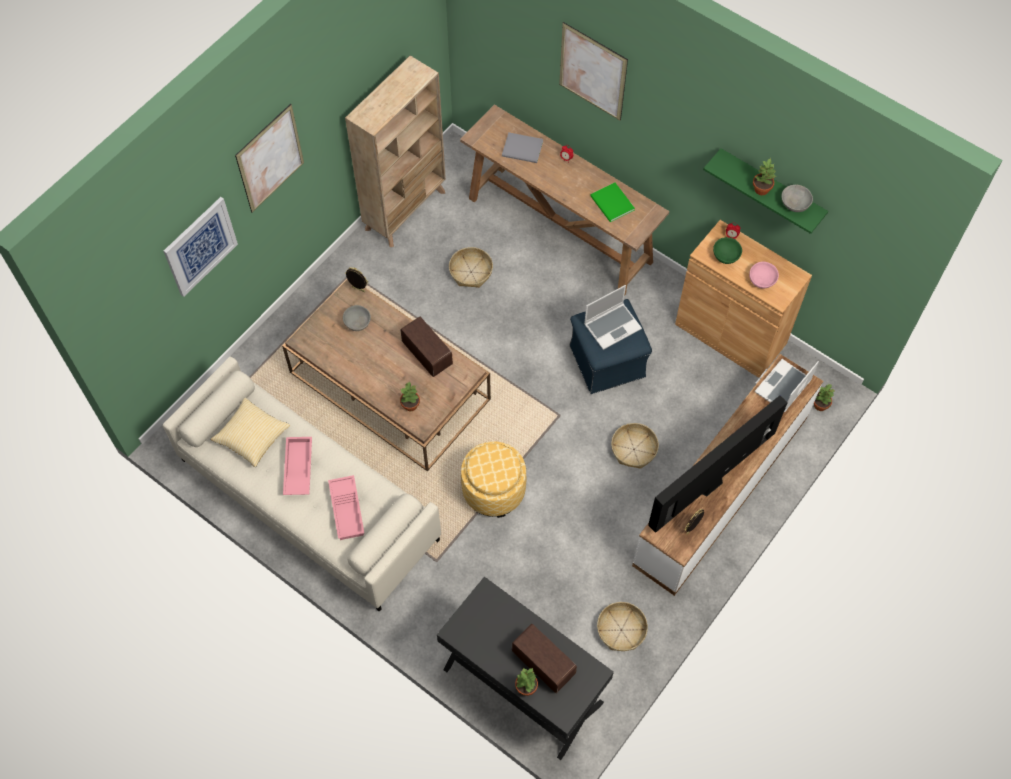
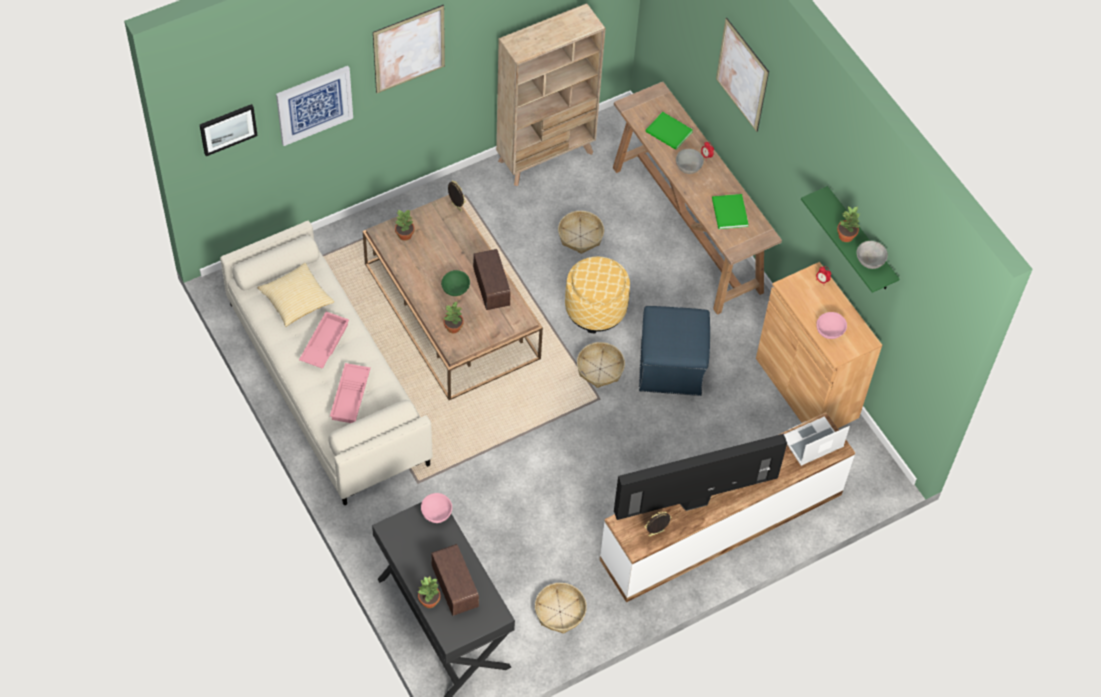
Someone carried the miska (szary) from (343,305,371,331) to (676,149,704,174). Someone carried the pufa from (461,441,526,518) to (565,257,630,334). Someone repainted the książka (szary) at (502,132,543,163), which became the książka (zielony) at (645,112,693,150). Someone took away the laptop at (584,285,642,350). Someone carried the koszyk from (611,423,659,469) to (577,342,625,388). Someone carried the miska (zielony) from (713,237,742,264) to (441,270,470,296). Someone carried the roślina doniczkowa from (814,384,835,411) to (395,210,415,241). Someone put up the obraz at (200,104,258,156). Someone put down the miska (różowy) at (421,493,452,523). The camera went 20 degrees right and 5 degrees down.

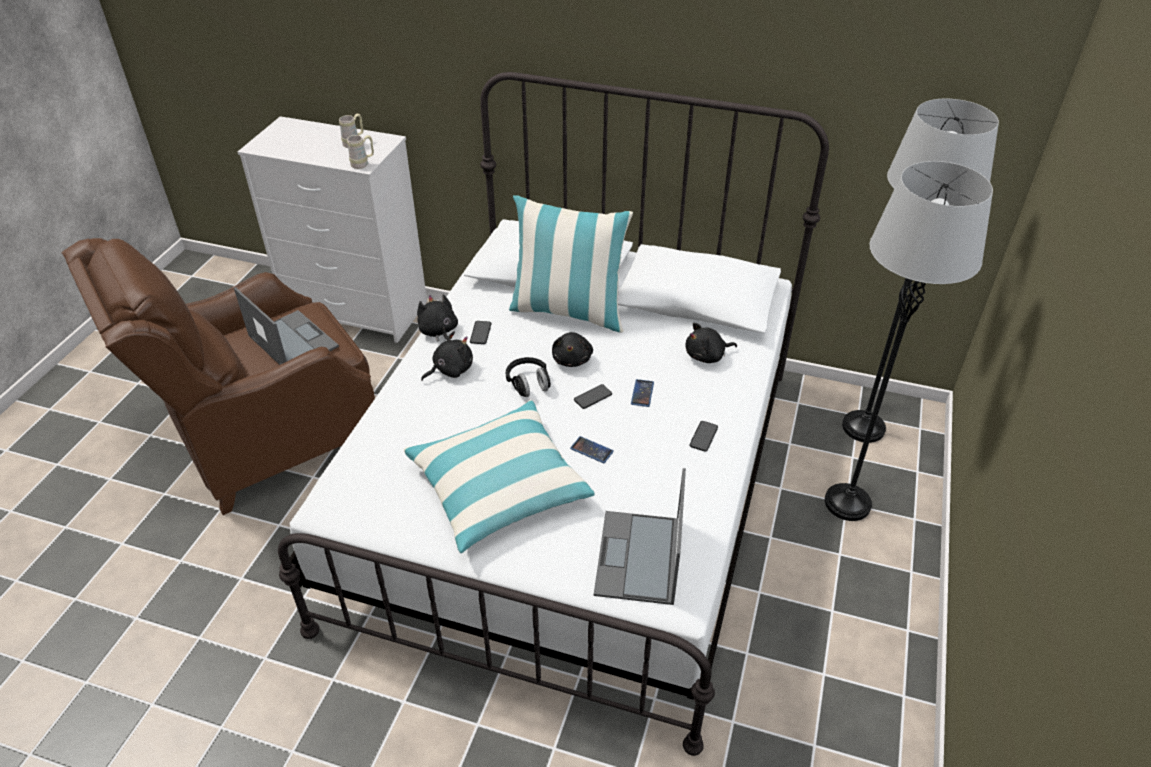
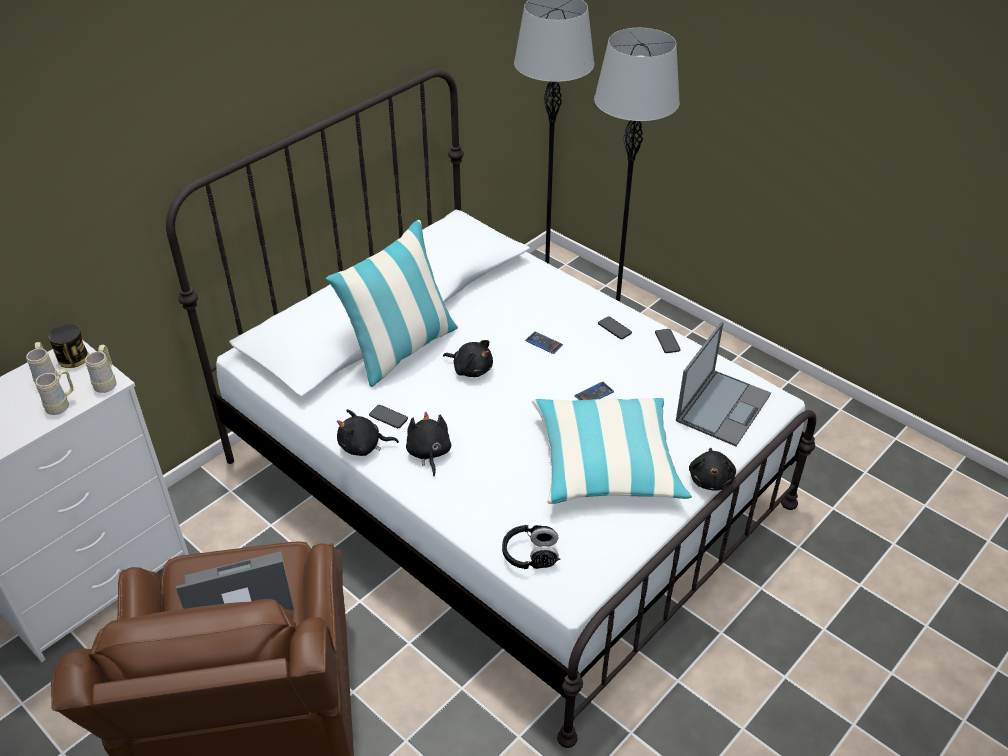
Someone carried the słuchawki (czarny) from (506,357,551,397) to (502,525,560,569). Someone carried the telefon from (574,384,612,409) to (655,329,680,353). Someone rotated the laptop at (594,468,686,605) by 90 degrees counterclockwise. Someone carried the pluszak (czarny) from (685,323,737,363) to (689,448,736,491). Someone put down the kubek (beżowy) at (36,369,74,415). Someone put down the puszka at (49,324,89,368). The camera went 65 degrees left and 0 degrees up.

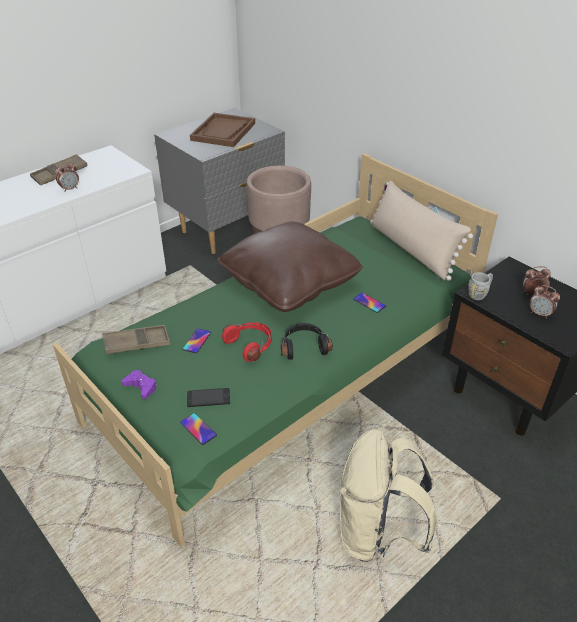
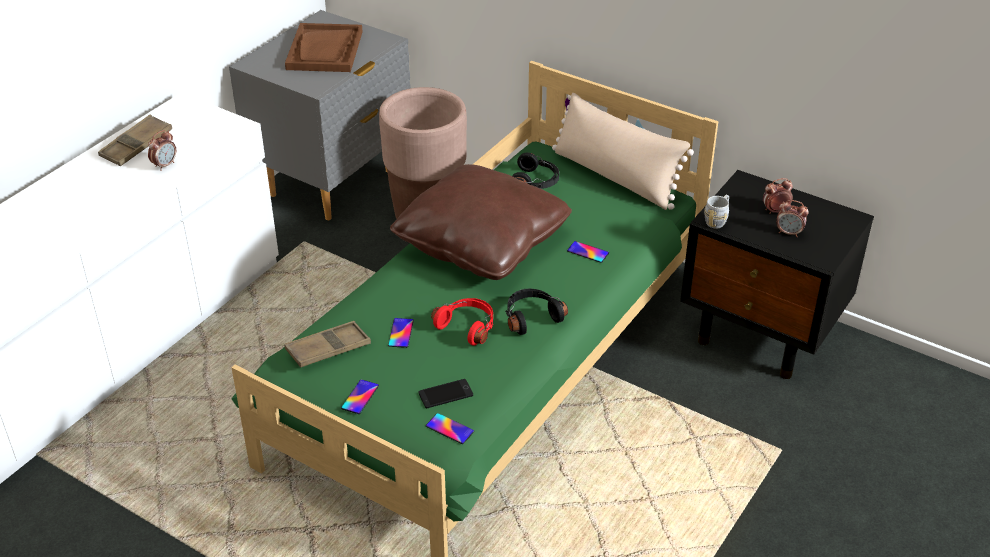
Someone swapped the pad do gier (fioletowy) at (122,370,157,399) for the telefon at (341,380,379,414). Someone took away the plecak (beżowy) at (340,430,437,562). Someone put down the słuchawki (czarny) at (512,152,559,189). The camera went 15 degrees left and 0 degrees up.

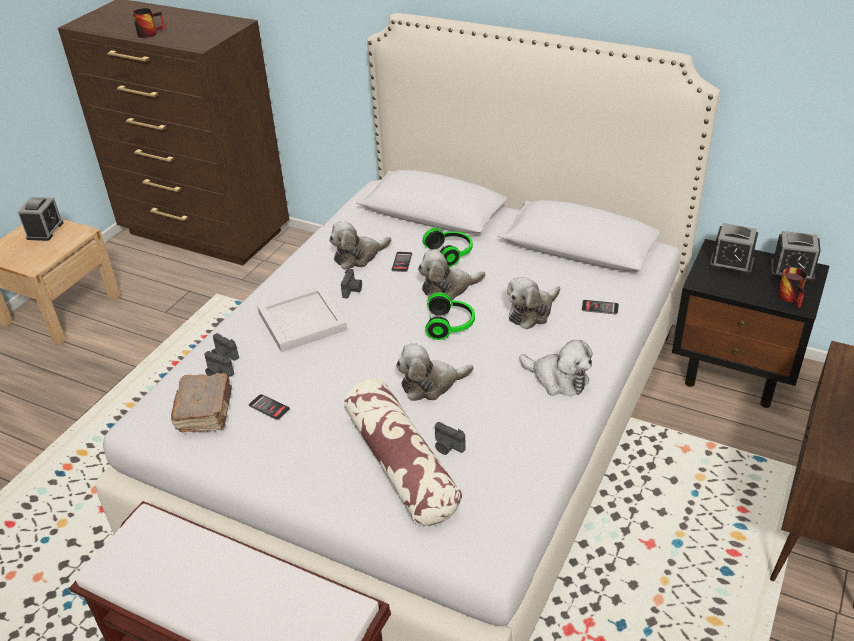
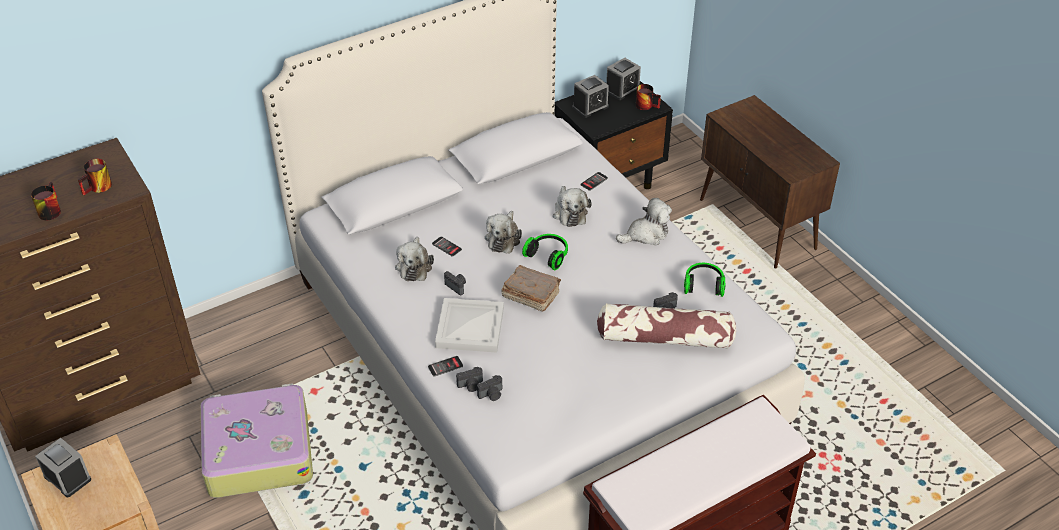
Someone carried the książka (brązowy) from (171,373,232,432) to (501,265,561,311). Someone carried the telefon from (249,394,290,420) to (428,356,463,377). Someone took away the pluszak at (396,343,474,401). Someone carried the słuchawki from (423,228,473,267) to (684,263,726,297). Someone put down the kubek at (78,159,112,195). Someone put down the walizka at (200,383,313,498). The camera went 60 degrees left and 5 degrees up.

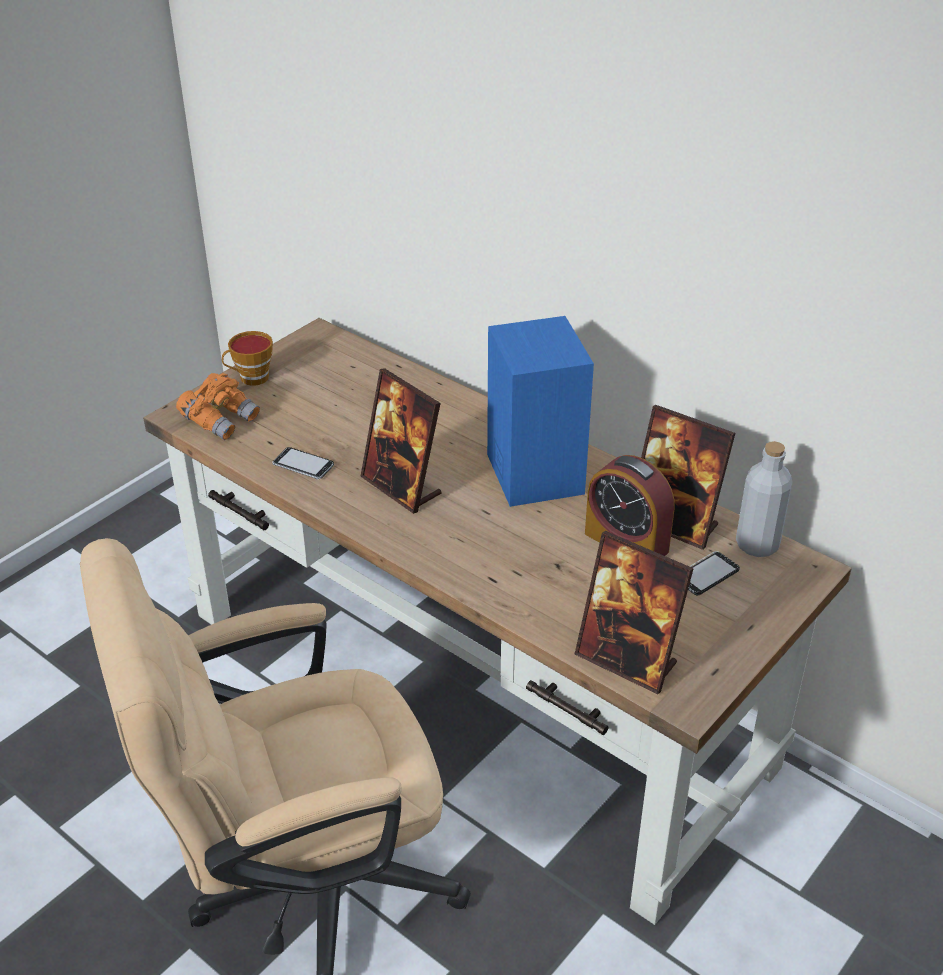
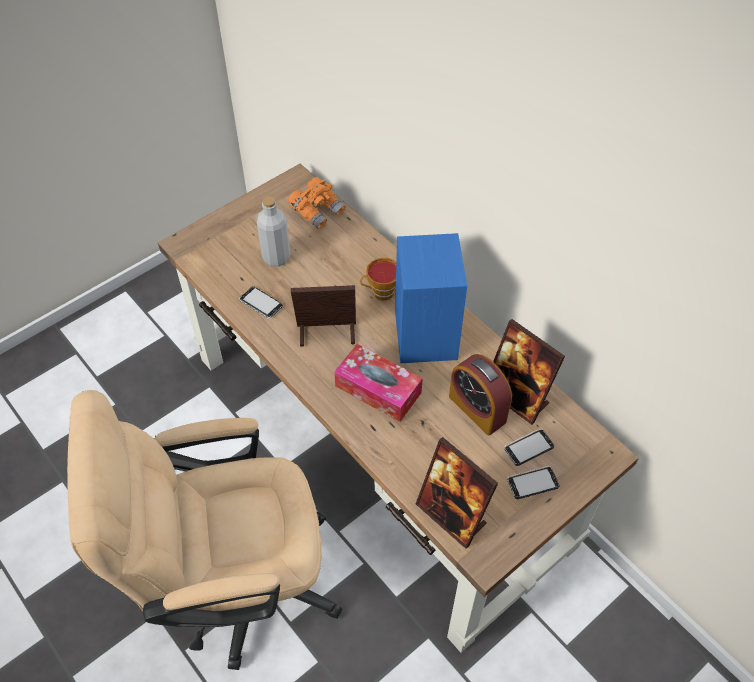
Someone carried the lornetka (pomarańczowy) from (176,373,260,440) to (288,177,345,229). Someone carried the filiżanka from (222,331,273,386) to (360,258,396,301). Someone rotated the ramka na zdjęcie at (361,368,442,514) by 120 degrees clockwise. Someone carried the butelka (szary) from (736,441,793,557) to (257,196,290,267). Someone put down the pudełko chusteczek at (334,344,423,422). Someone put down the telefon at (507,466,559,499). The camera went 10 degrees right and 15 degrees up.

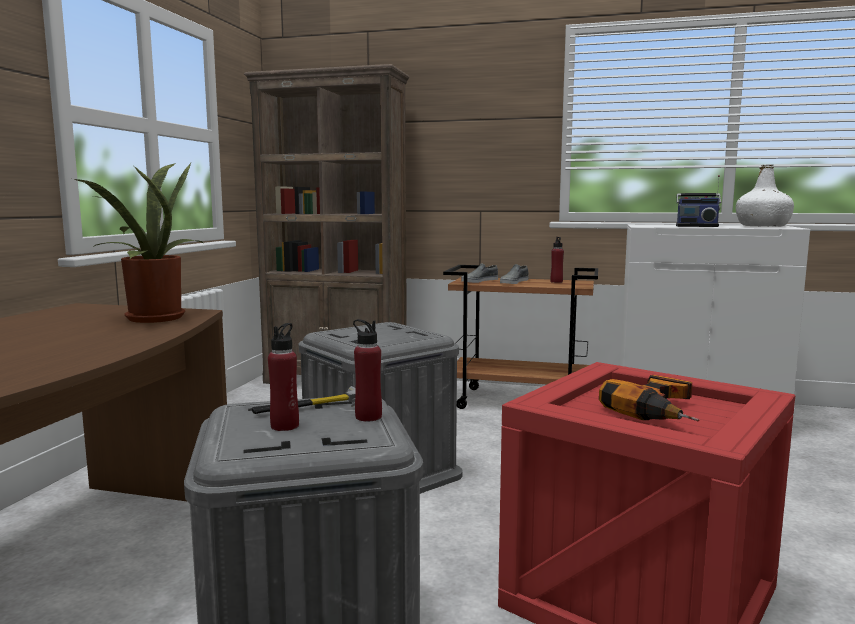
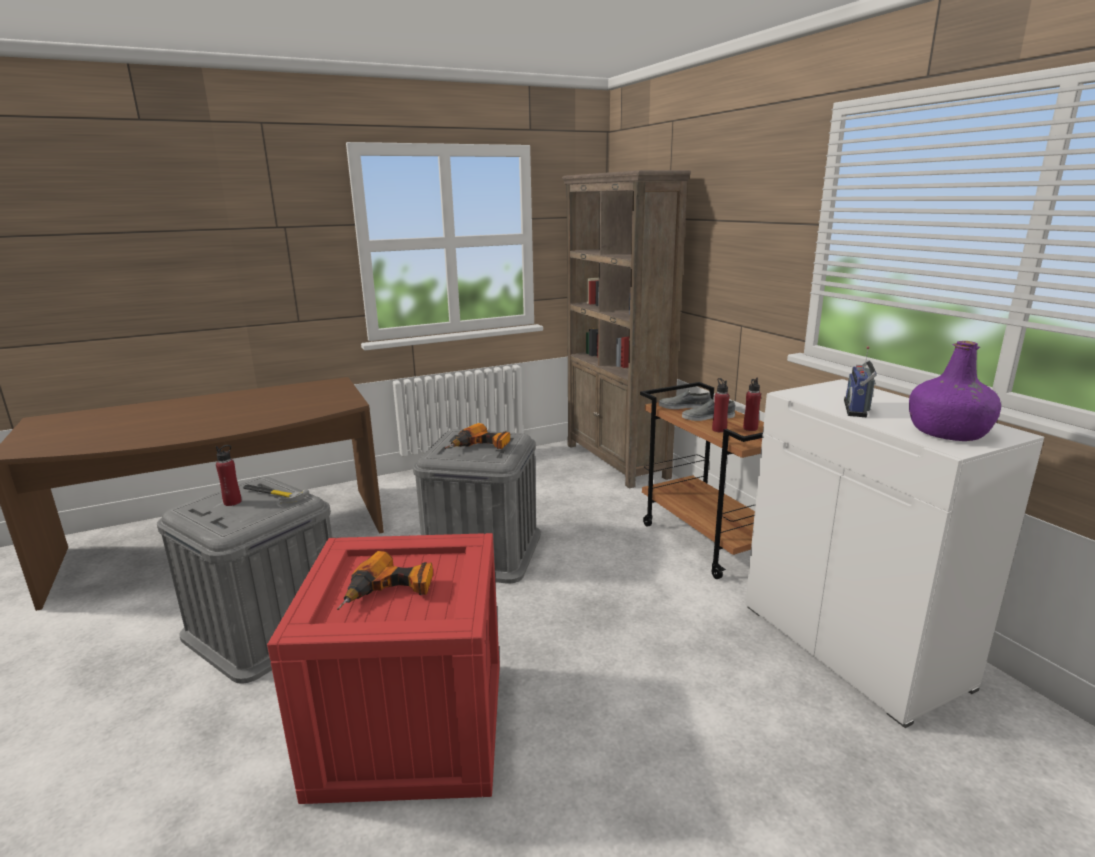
Someone took away the roślina doniczkowa at (75,163,204,323). Someone carried the butelka (czerwony) from (353,319,382,421) to (712,378,729,432). Someone rotated the radio at (676,175,721,227) by 45 degrees clockwise. Someone repainted the butelka (biały) at (736,164,794,227), which became the butelka (fioletowy) at (909,341,1001,441). Someone put down the wiertarka at (445,423,510,449). The camera went 50 degrees right and 10 degrees up.

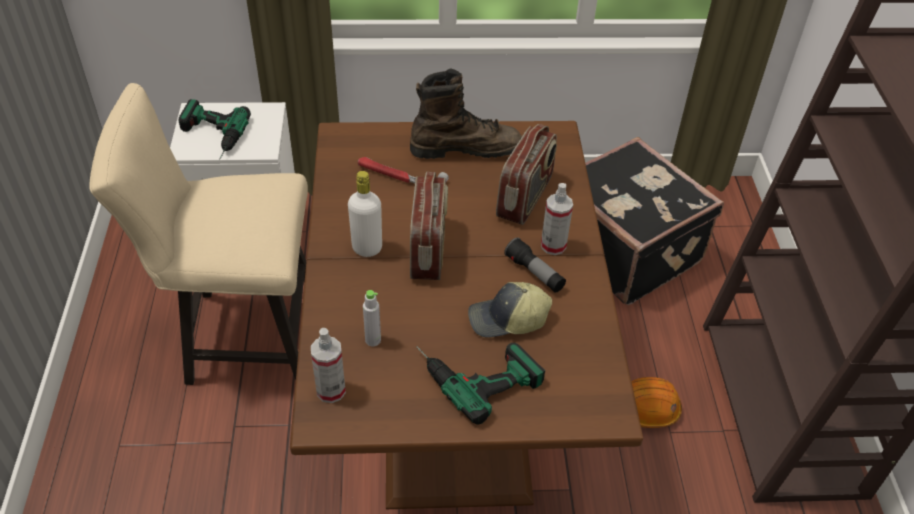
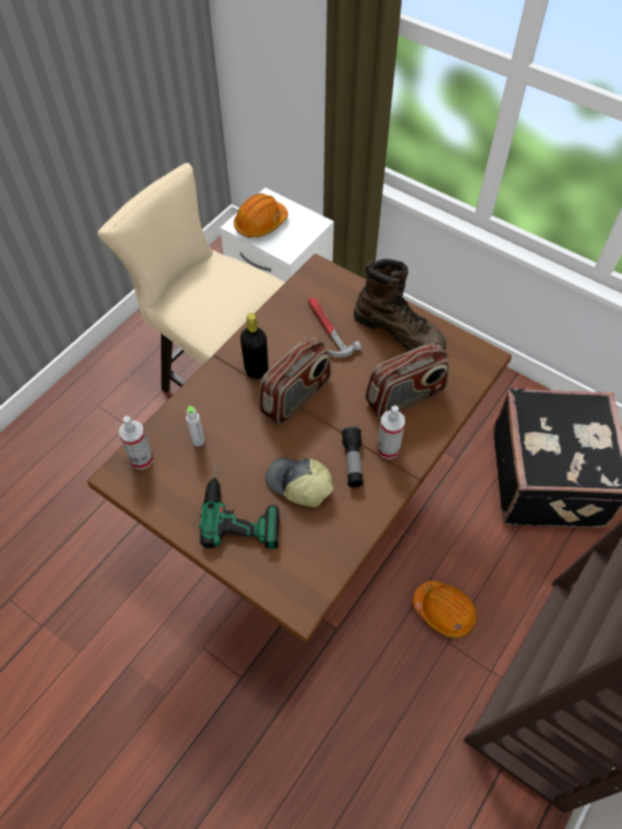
Someone swapped the wiertarka at (179,99,251,160) for the kask (pomarańczowy) at (234,193,288,238). Someone repainted the butelka (biały) at (348,171,382,257), which became the butelka (czarny) at (240,313,268,379). The camera went 40 degrees right and 10 degrees up.

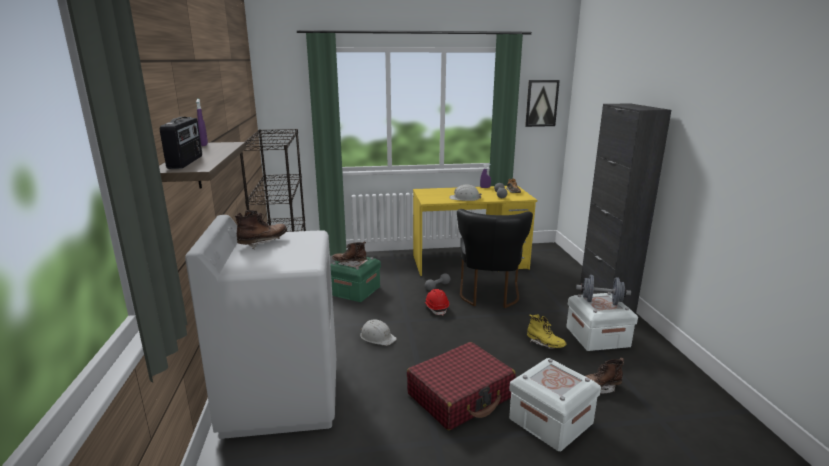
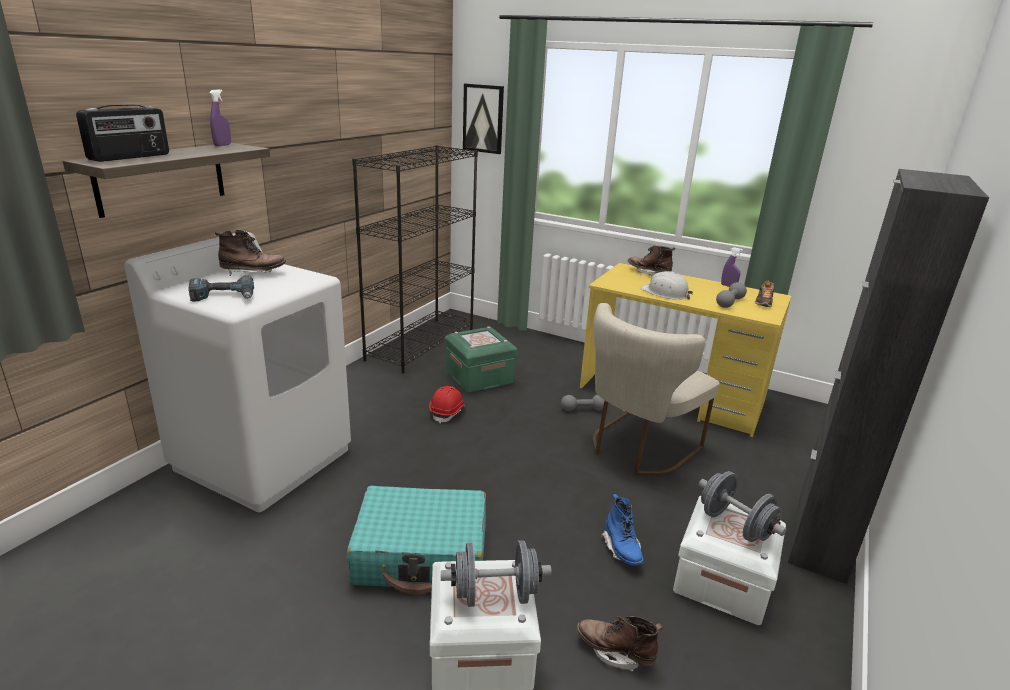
Someone carried the but z cholewką (brązowy) from (332,241,367,266) to (628,245,675,276). Someone took away the kask (biały) at (360,320,397,346). Someone repainted the walizka (czerwony) at (407,342,516,430), which became the walizka (turkusowy) at (347,486,486,594). Someone carried the kask (czerwony) from (424,289,449,316) to (429,386,465,424). Someone repainted the krzesło (czarny) at (457,209,533,308), which became the krzesło (beżowy) at (593,303,720,475). Someone carried the obraz from (525,80,560,127) to (463,84,504,154). Someone repainted the but z cholewką (żółty) at (527,315,566,349), which became the but z cholewką (niebieski) at (601,494,644,565). Someone put down the wiertarka at (188,275,254,302). Someone put down the hantel (szary) at (441,540,552,607). The camera went 35 degrees right and 5 degrees up.

